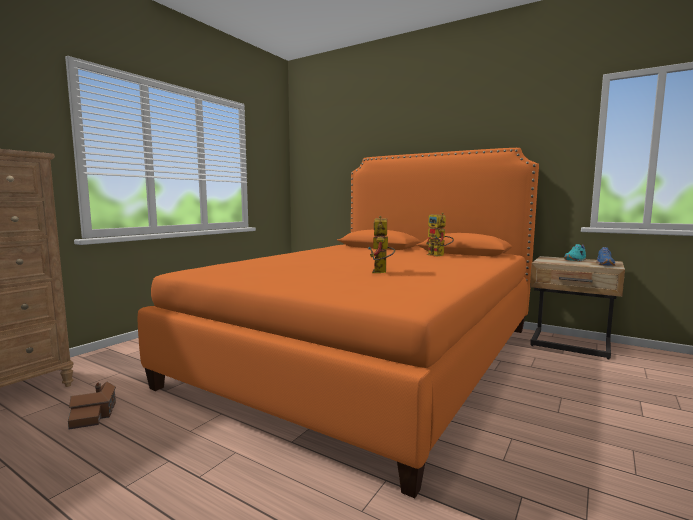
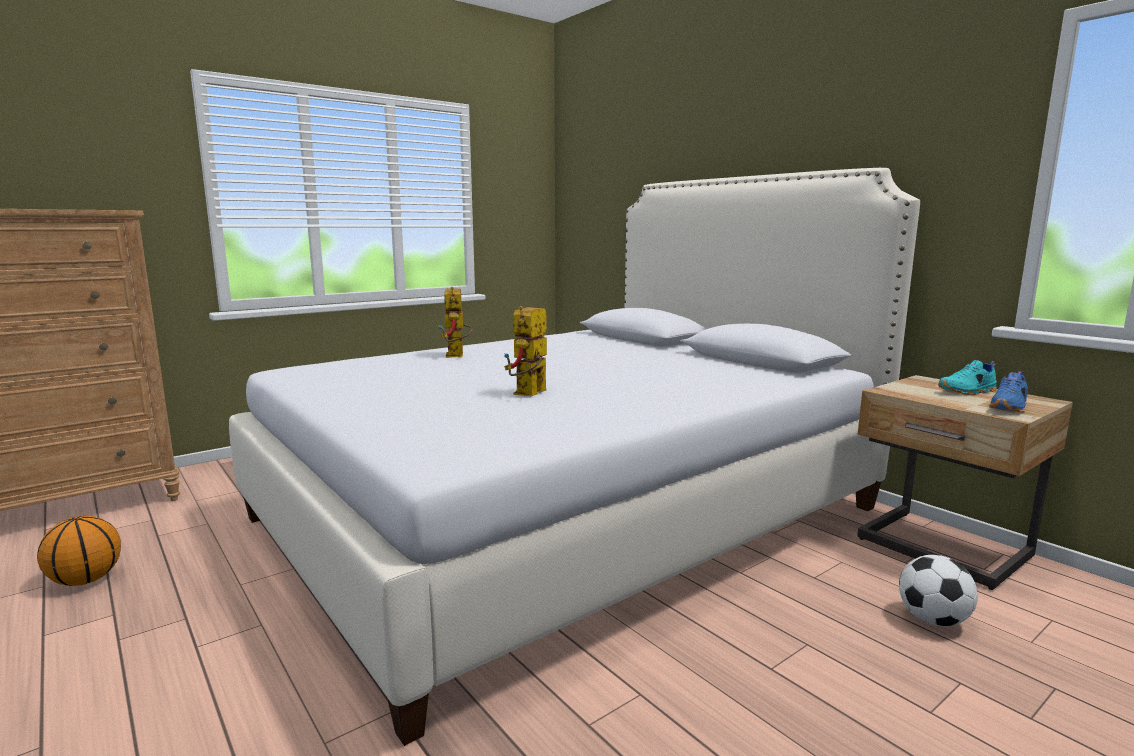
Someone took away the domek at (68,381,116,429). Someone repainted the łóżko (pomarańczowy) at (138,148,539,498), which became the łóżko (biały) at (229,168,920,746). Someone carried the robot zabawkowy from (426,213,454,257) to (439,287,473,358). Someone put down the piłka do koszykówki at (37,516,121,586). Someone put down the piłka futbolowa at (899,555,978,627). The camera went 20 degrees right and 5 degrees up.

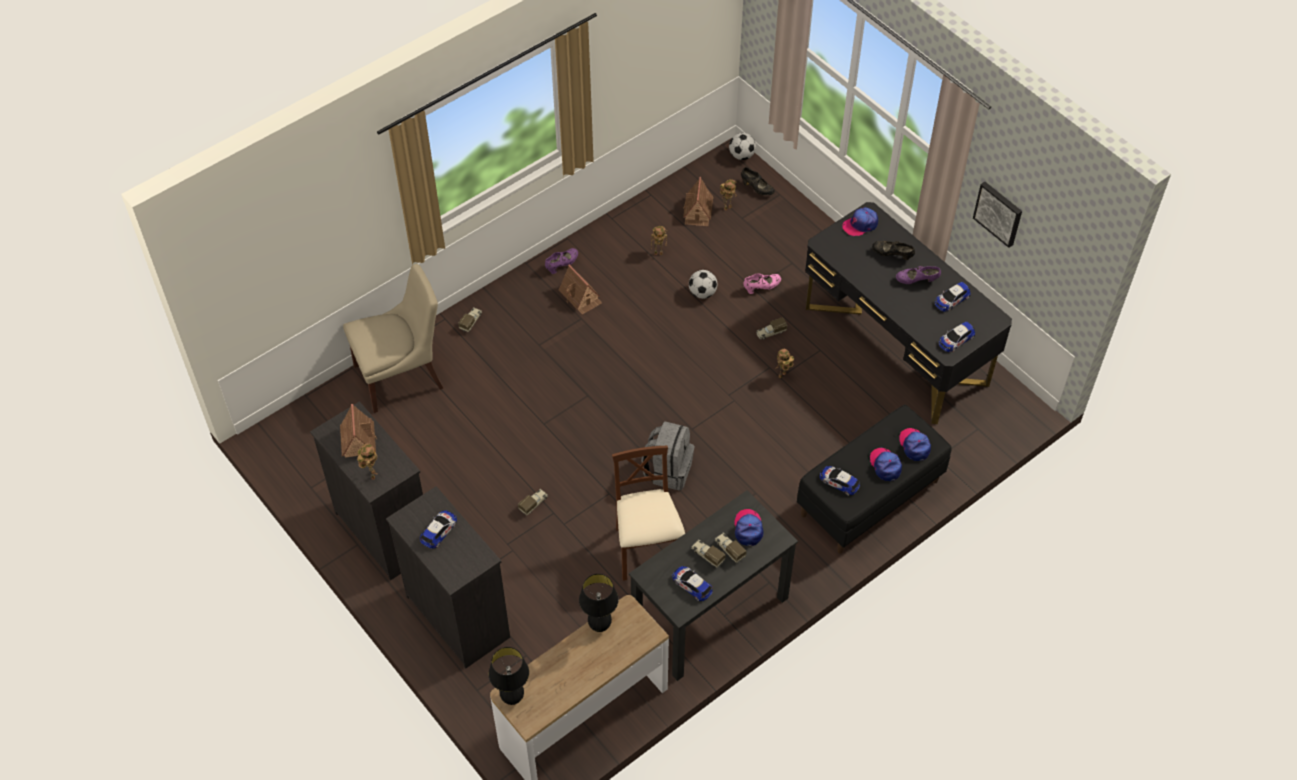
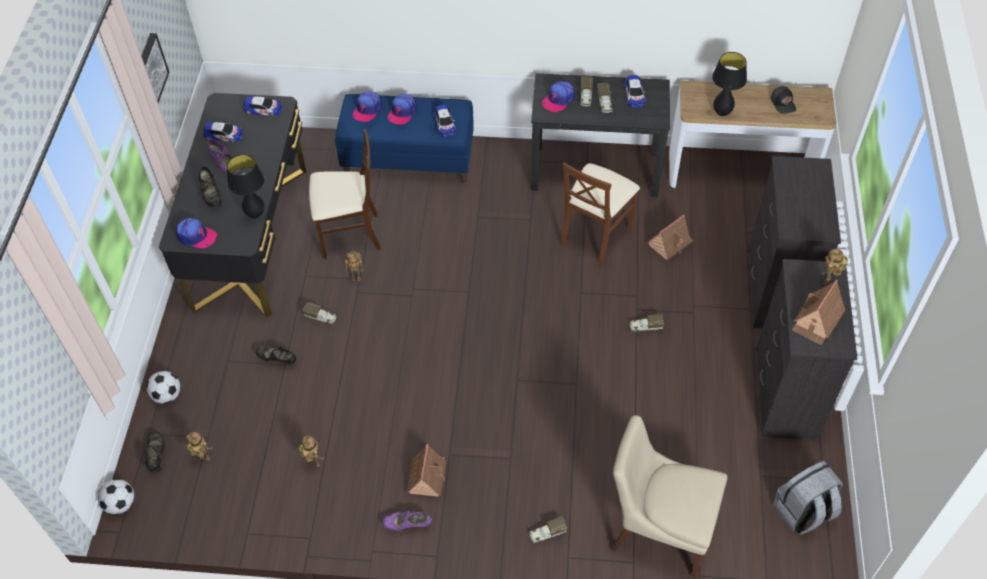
Someone took away the samochodzik at (420,510,457,549). Someone carried the lampa stołowa (czarny) from (489,647,529,705) to (227,154,264,218). Someone carried the plecak (szary) from (641,421,694,491) to (773,461,843,535). Someone carried the domek from (683,177,713,226) to (647,214,693,260). Someone carried the piłka futbolowa from (689,270,717,299) to (146,371,180,404). Someone repainted the but (różowy) at (744,274,781,294), which became the but (czarny) at (256,345,296,365). Someone repainted the ławka (czarny) at (797,405,951,554), which became the ławka (niebieski) at (335,94,474,183). Someone put down the krzesło (beżowy) at (309,129,381,259). Someone put down the czapka z daszkiem (czarny) at (771,86,796,114). The camera went 135 degrees left and 0 degrees up.

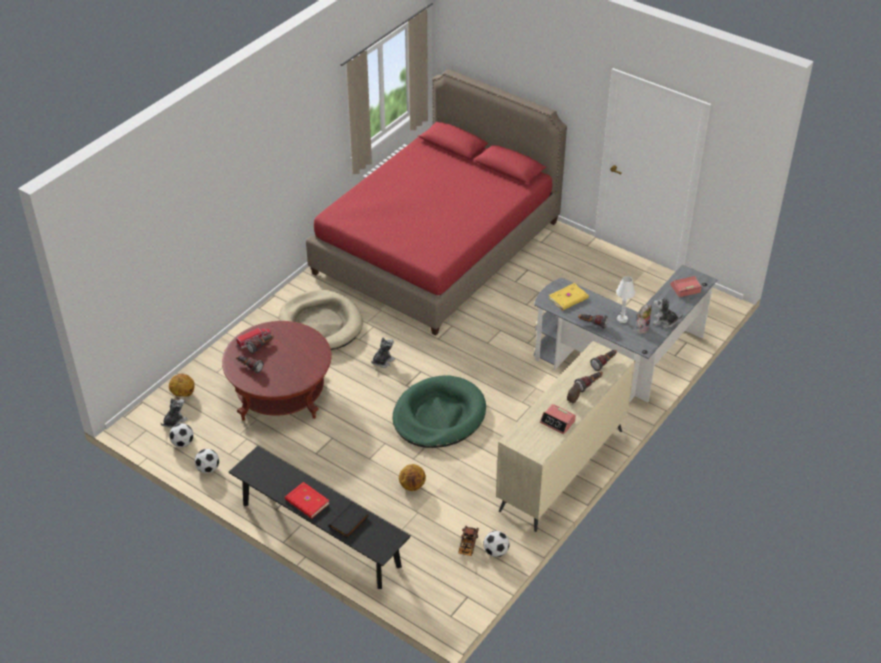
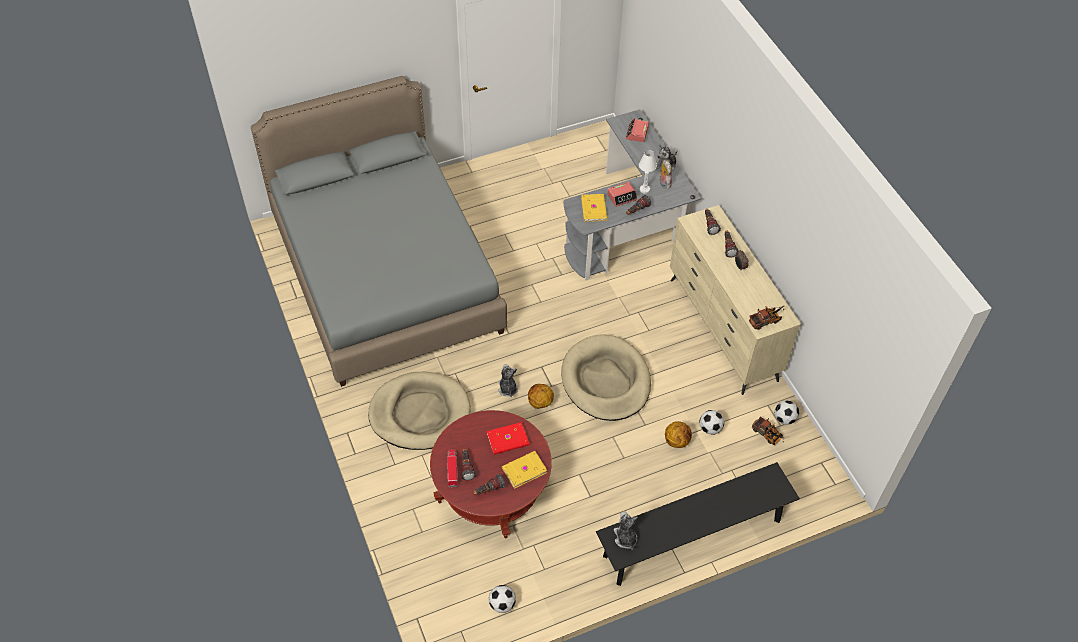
Someone carried the pluszak from (161,398,188,429) to (614,511,638,550). Someone carried the piłka do koszykówki from (169,374,195,397) to (528,384,554,409). Someone carried the piłka futbolowa from (194,449,219,473) to (700,410,724,435). Someone carried the książka (czerwony) from (285,482,330,519) to (487,422,530,455). Someone repainted the łóżko (czerwony) at (306,69,567,336), which became the łóżko (szary) at (251,76,507,387). Someone took away the książka (czarny) at (329,502,370,538). Someone repainted the legowisko (zielony) at (392,375,486,448), which became the legowisko (beżowy) at (561,335,651,421). Someone carried the budzik from (540,404,576,434) to (607,182,638,207). Someone put down the książka (żółty) at (502,451,547,489). Someone put down the ciężarówka zabawkowa at (749,306,784,330). The camera went 60 degrees left and 10 degrees up.

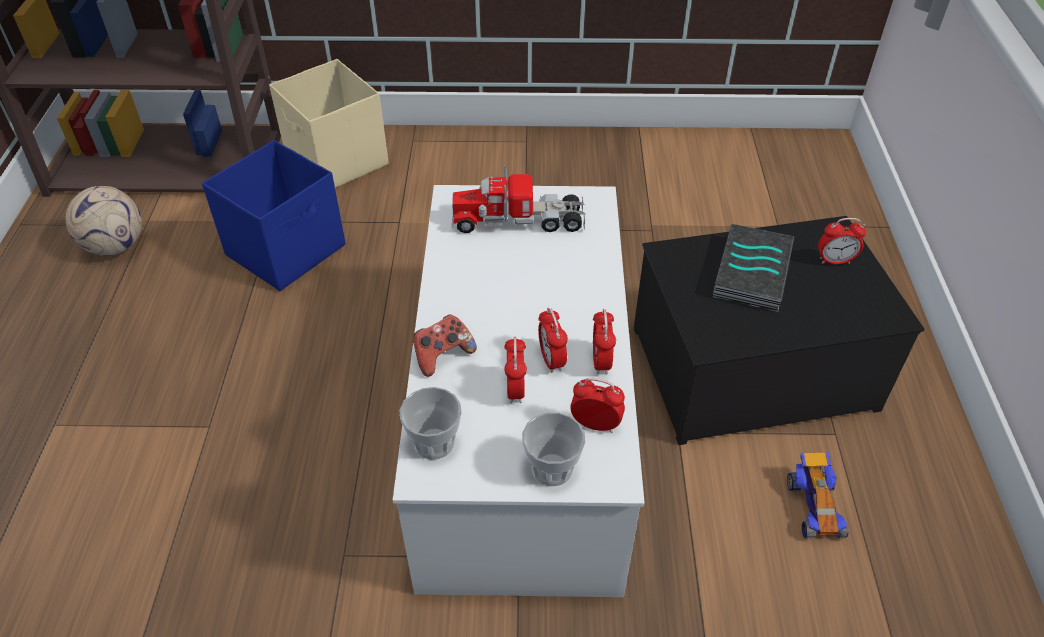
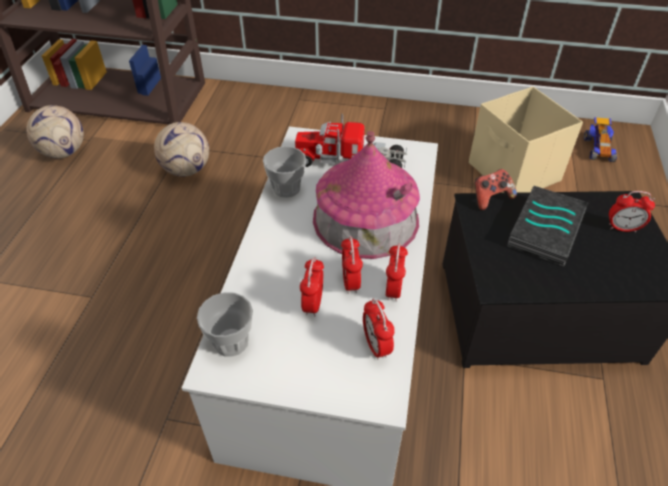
Someone swapped the pojemnik do przechowywania (niebieski) at (202,140,345,291) for the piłka futbolowa at (154,122,209,177). Someone carried the pojemnik do przechowywania (beżowy) from (269,59,389,188) to (469,86,583,193). Someone carried the pad do gier from (413,314,477,377) to (475,169,517,210). Someone carried the filiżanka from (522,412,585,486) to (263,146,306,198). Someone rotated the budzik at (570,378,625,433) by 135 degrees counterclockwise. Someone carried the samochodzik from (787,452,849,539) to (584,117,617,162). Someone put down the domek at (313,131,420,259). The camera went 10 degrees right and 0 degrees up.

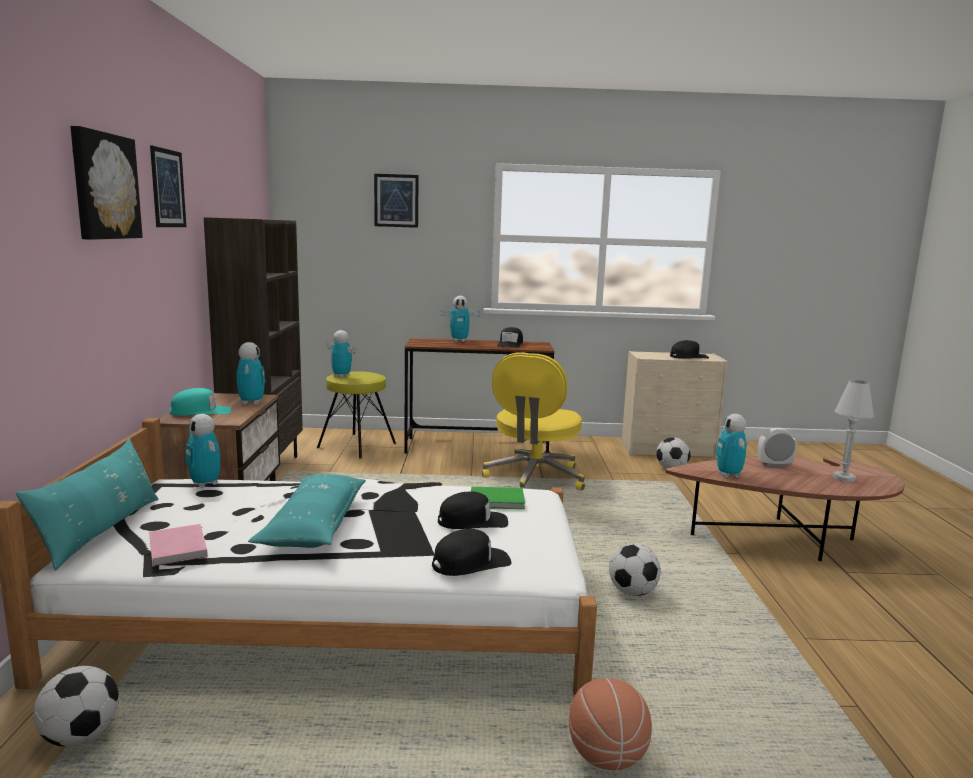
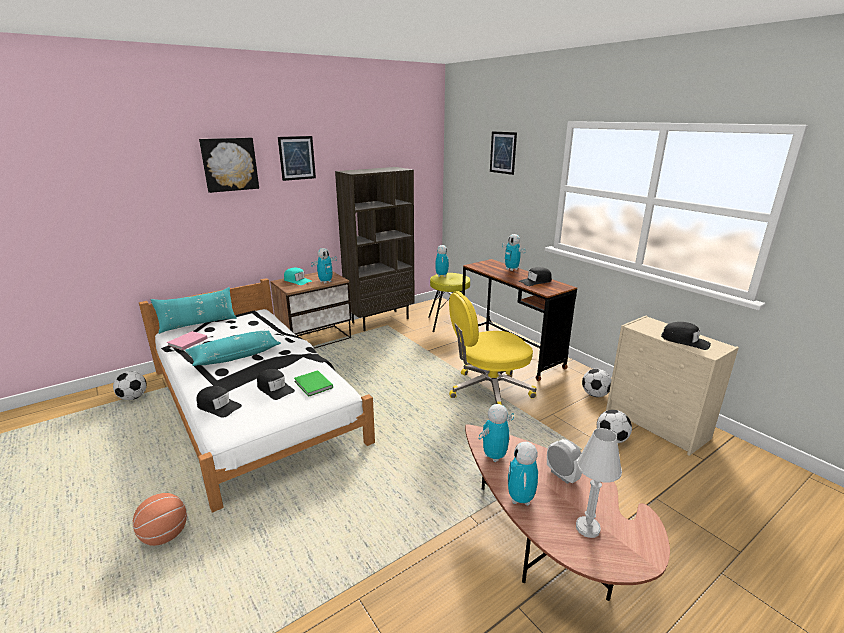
Someone carried the robot zabawkowy from (186,414,220,488) to (508,442,538,505). Someone carried the piłka futbolowa from (609,544,661,596) to (582,369,612,397). The camera went 55 degrees right and 10 degrees up.

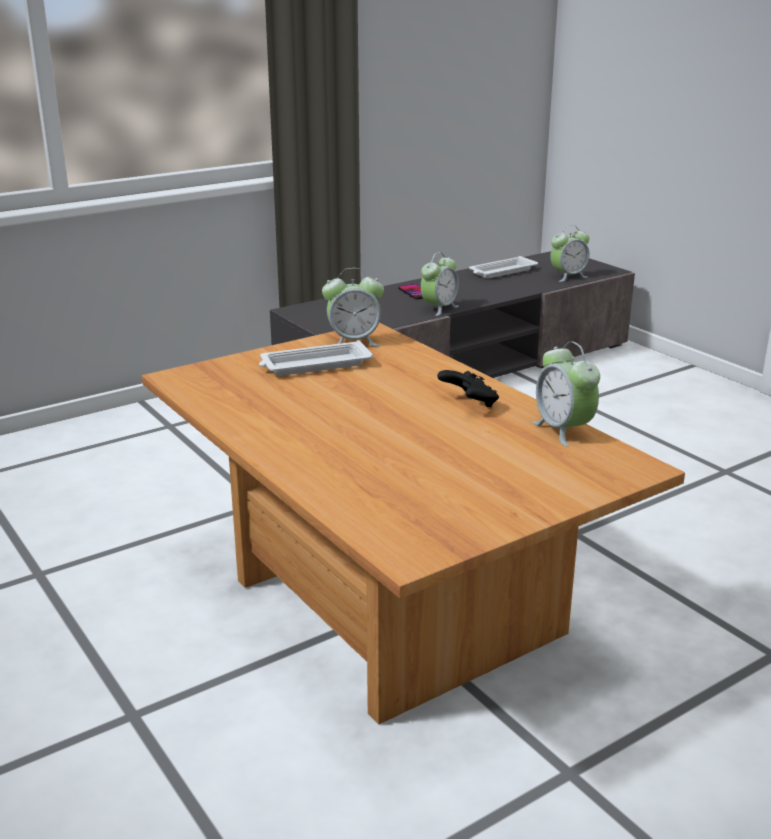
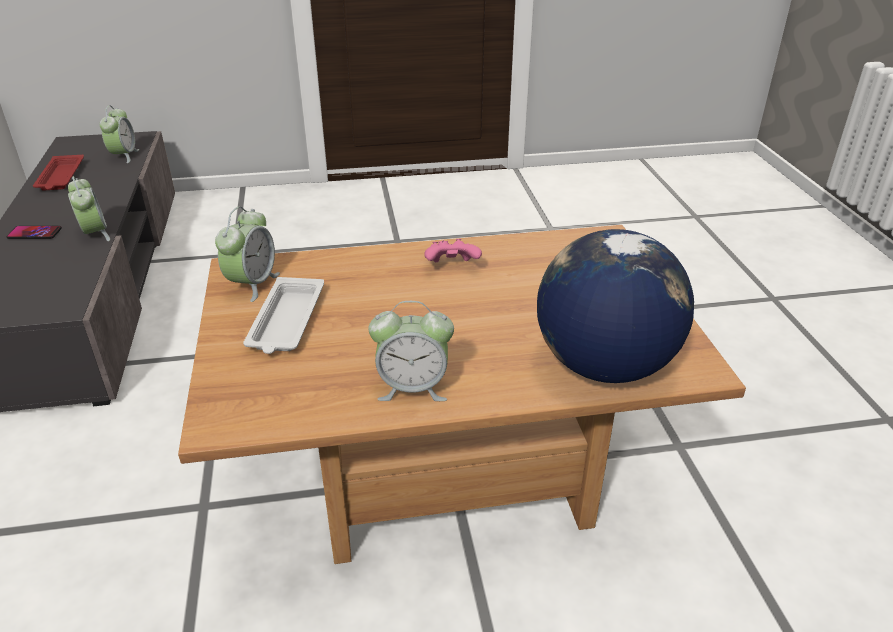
Someone repainted the pad do gier (czarny) at (437,370,499,407), which became the pad do gier (różowy) at (424,239,482,262). Someone repainted the taca (biały) at (469,256,538,279), which became the taca (czerwony) at (33,155,84,191). Someone carried the budzik from (532,341,600,446) to (368,301,454,401). Someone put down the globus at (537,229,694,383). The camera went 65 degrees left and 10 degrees up.

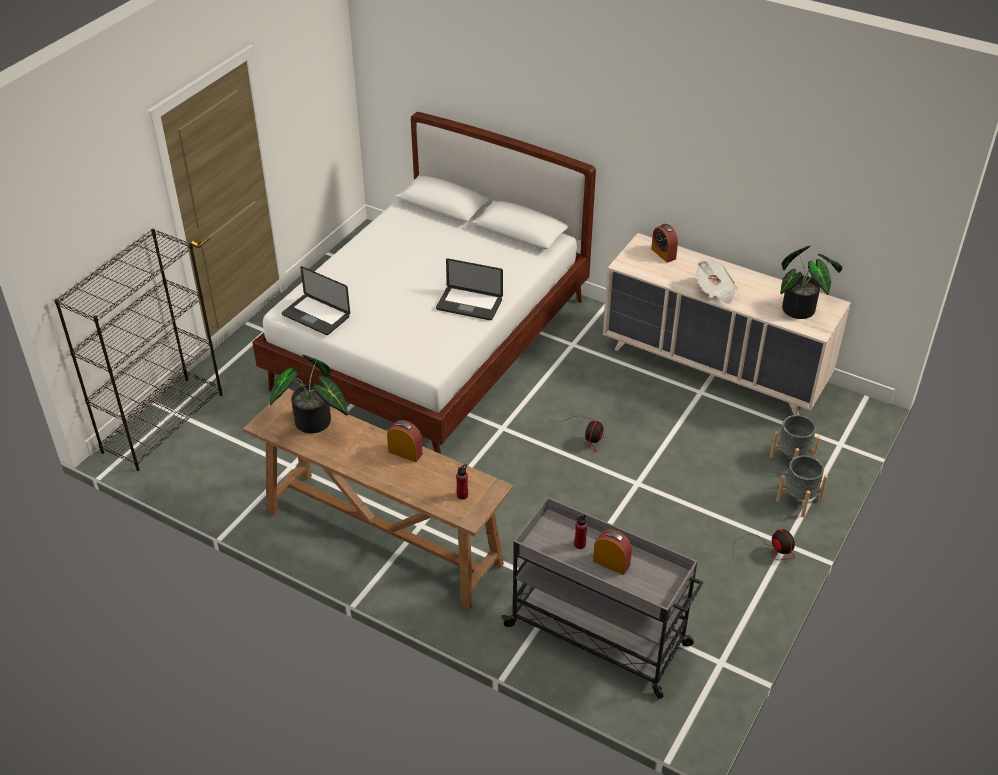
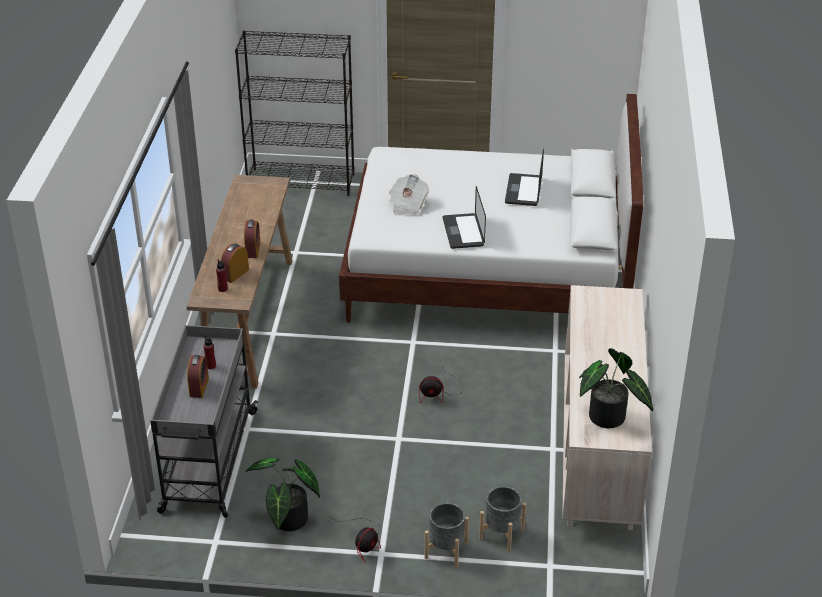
Someone carried the roślina doniczkowa from (270,355,348,433) to (245,458,320,531). Someone carried the laptop from (282,266,350,335) to (505,149,544,206). Someone carried the budzik from (651,224,678,263) to (221,243,249,283). Someone carried the gazeta from (695,260,738,304) to (390,174,429,215). The camera went 65 degrees right and 5 degrees down.

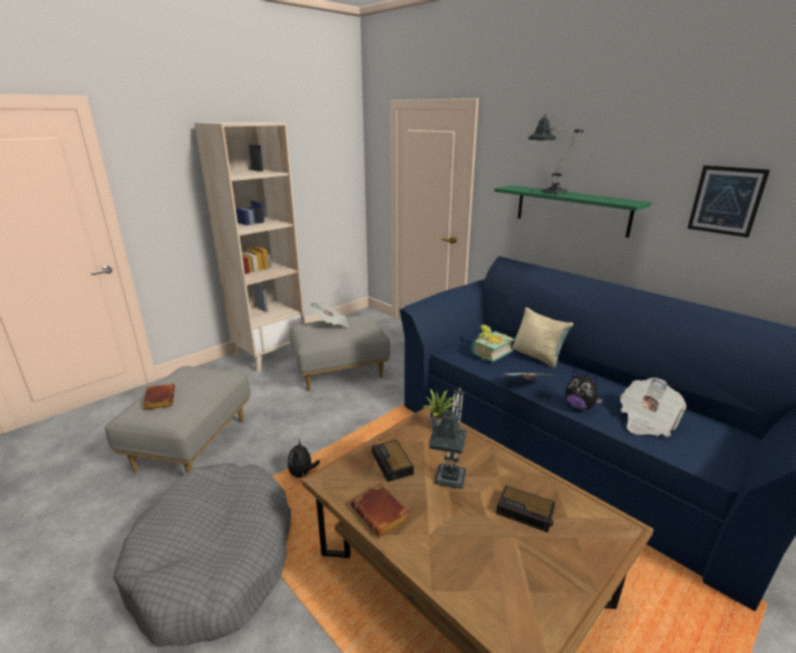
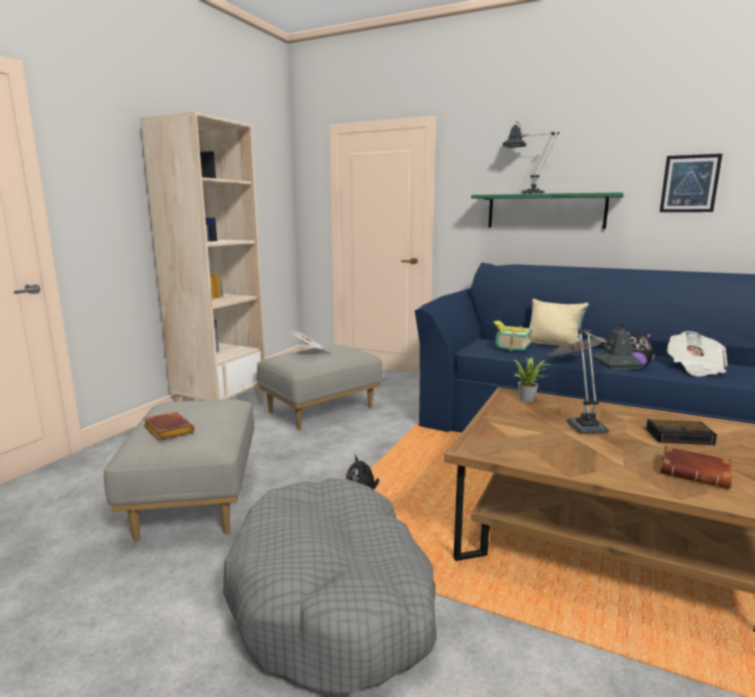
Someone carried the książka (brązowy) from (351,483,410,537) to (660,446,732,489). Someone took away the budzik at (372,440,414,482). The camera went 20 degrees left and 10 degrees down.

